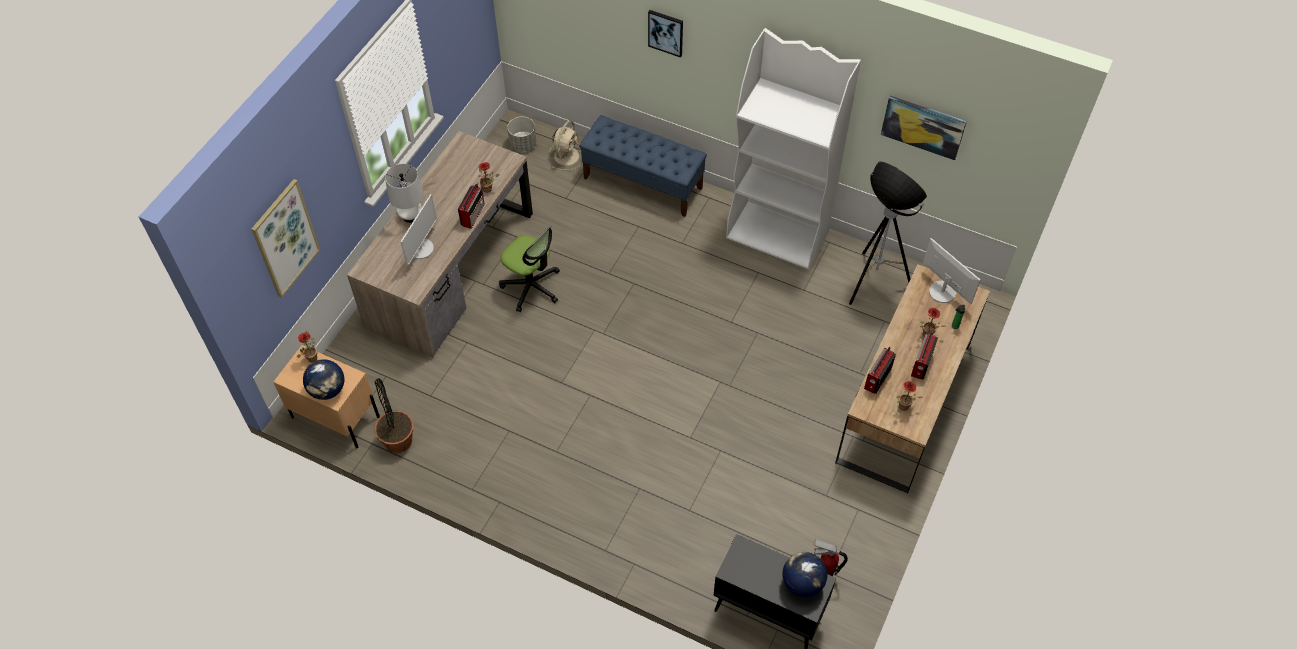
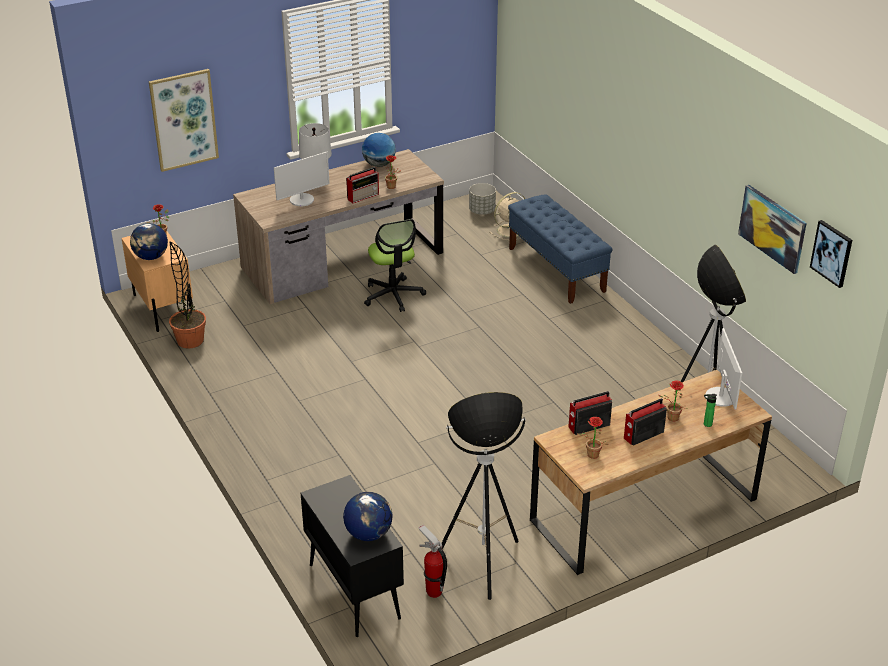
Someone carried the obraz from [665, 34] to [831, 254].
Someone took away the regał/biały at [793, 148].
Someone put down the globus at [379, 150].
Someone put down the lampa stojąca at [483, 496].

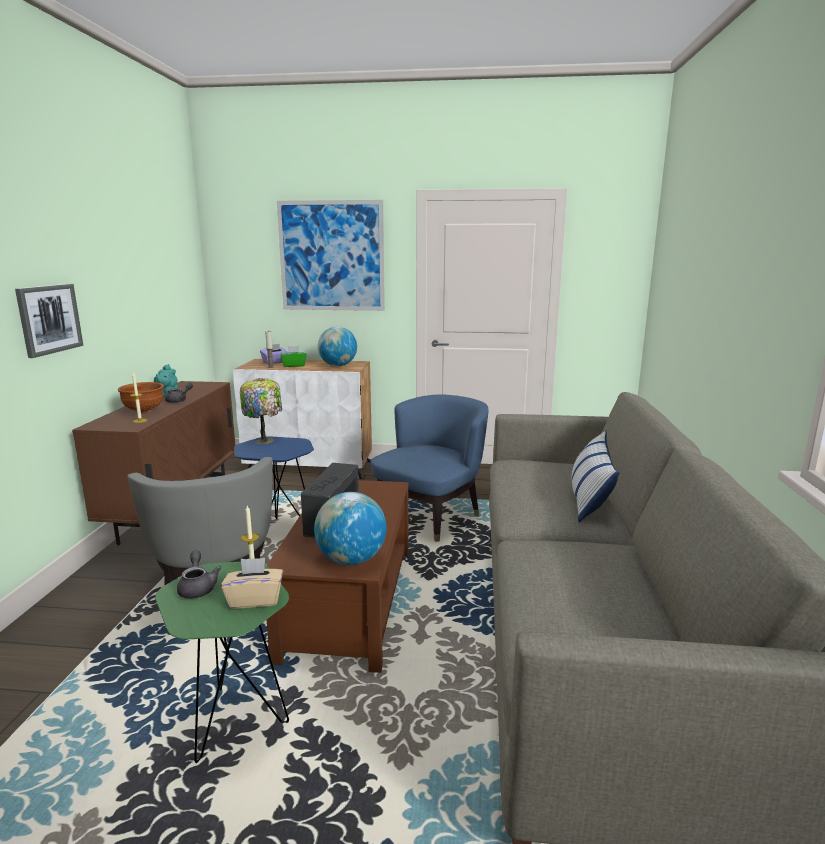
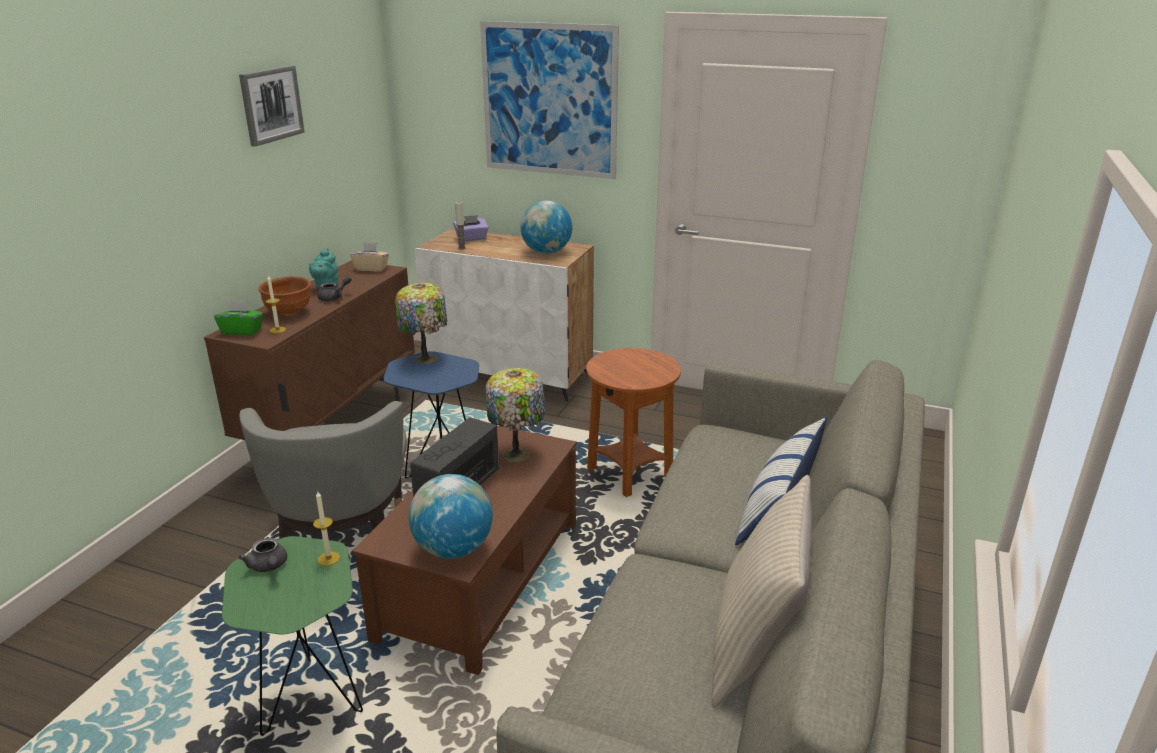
Someone carried the obraz from [49, 321] to [272, 106].
Someone rotated the imbryk/szary at [199, 575] by 150 degrees clockwise.
Someone carried the pudełko chusteczek/beżowy from [252, 583] to [369, 257].
Someone carried the pudełko chusteczek/zielony from [294, 356] to [238, 317].
Someone swapped the fotel/niebieski at [430, 468] for the stolik/brązowy at [633, 422].
Someone put down the lampa stołowa at [515, 415].
Someone put down the poduszka/beżowy at [762, 591].

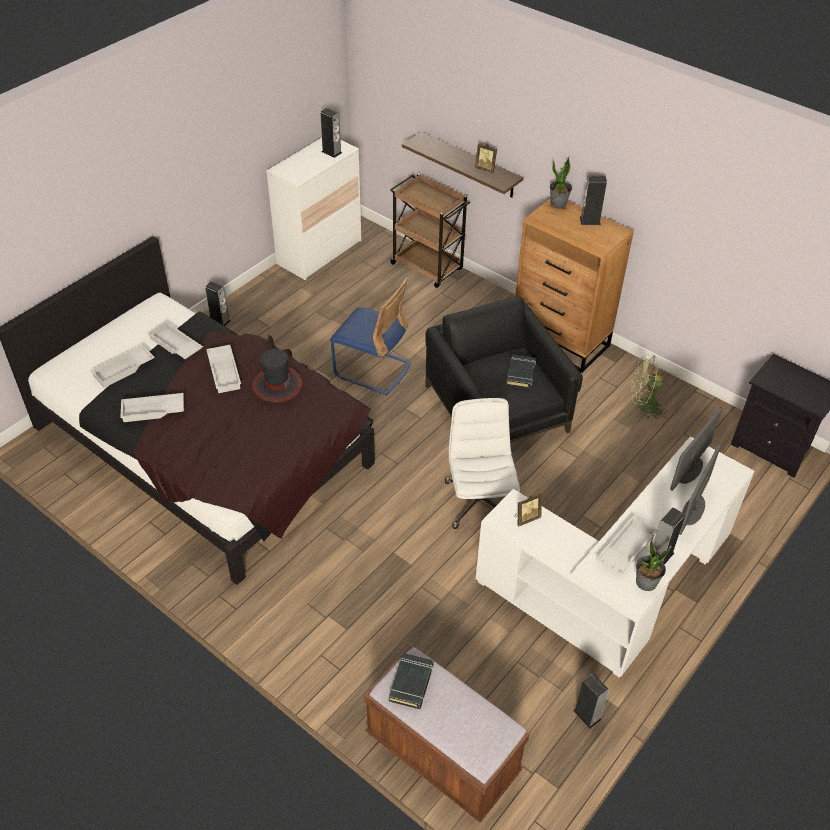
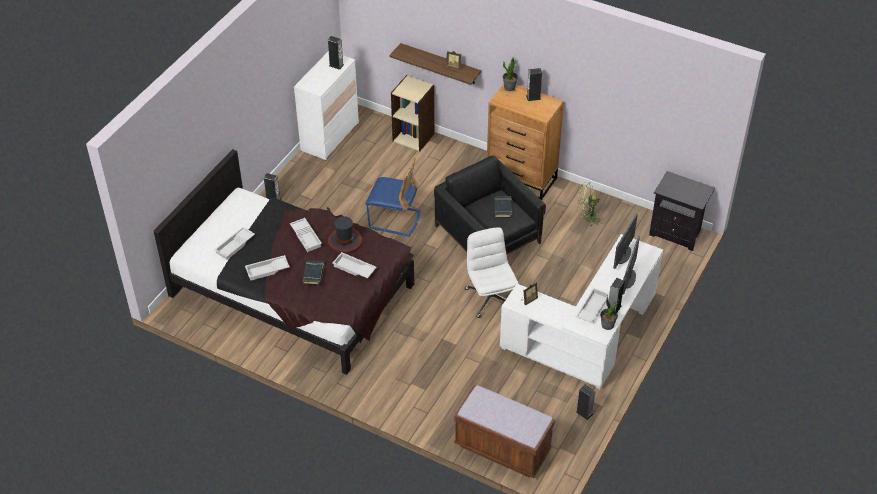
Someone carried the taca/biały from [175, 340] to [355, 265].
Someone swapped the wózek/brązowy at [429, 231] for the regał/beżowy at [413, 113].
Someone carried the książka/czarny from [411, 681] to [313, 272].

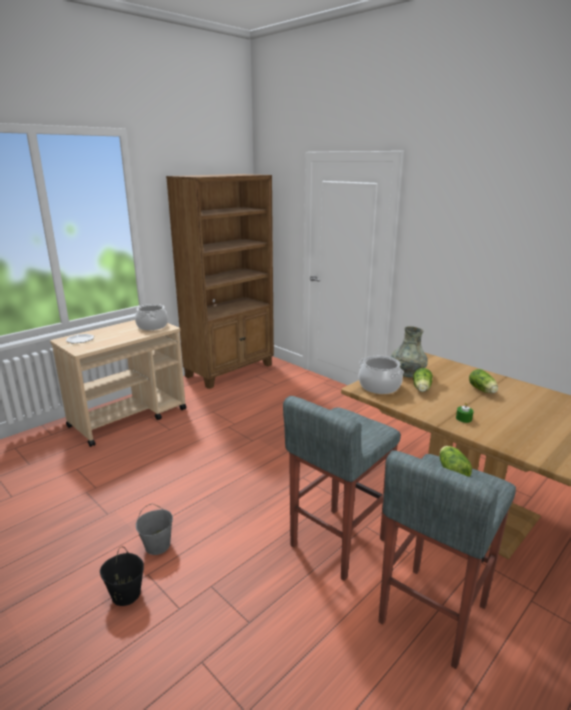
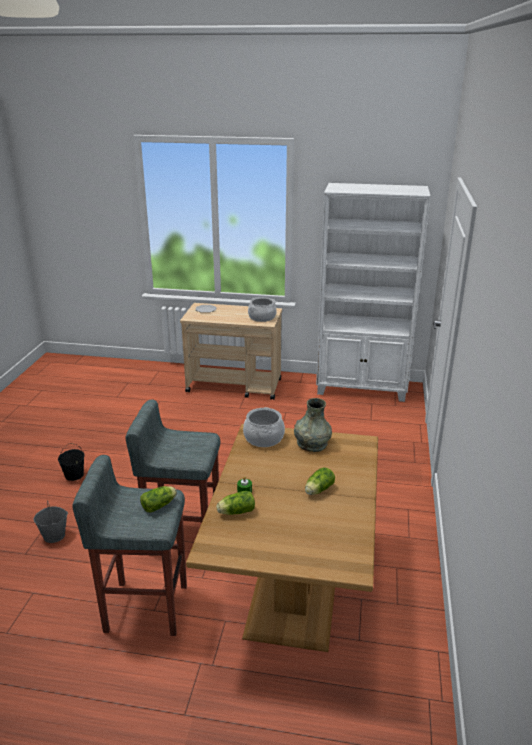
Someone carried the wiadro/szary from [154, 529] to [51, 522].
Someone repainted the regał/brązowy at [220, 281], which became the regał/biały at [373, 292].
Someone carried the sałata from [423, 380] to [235, 503].

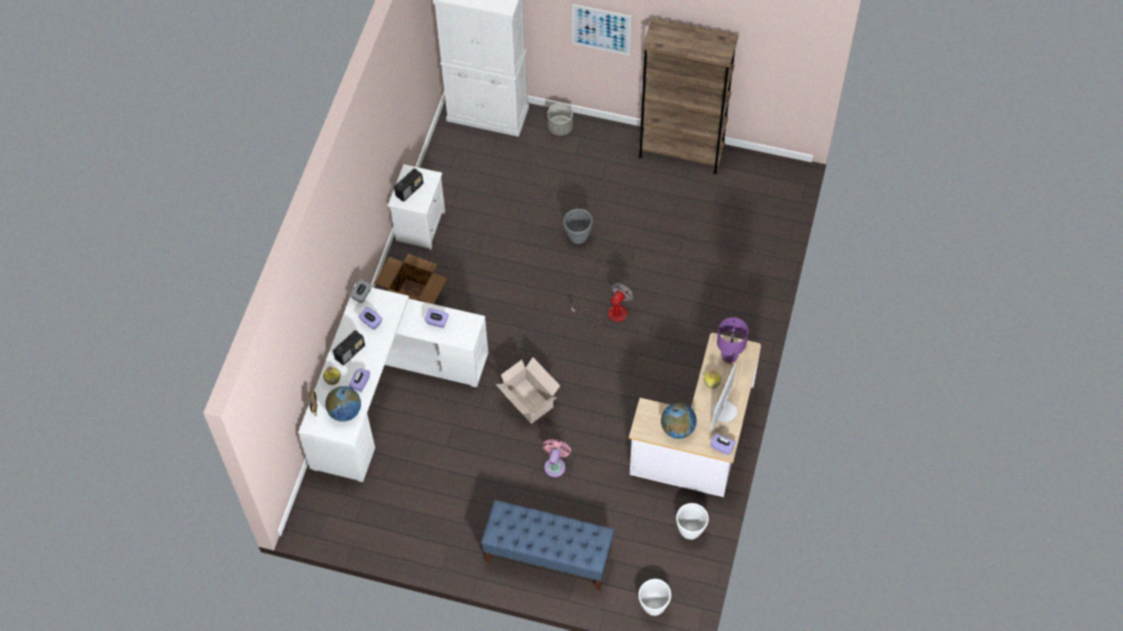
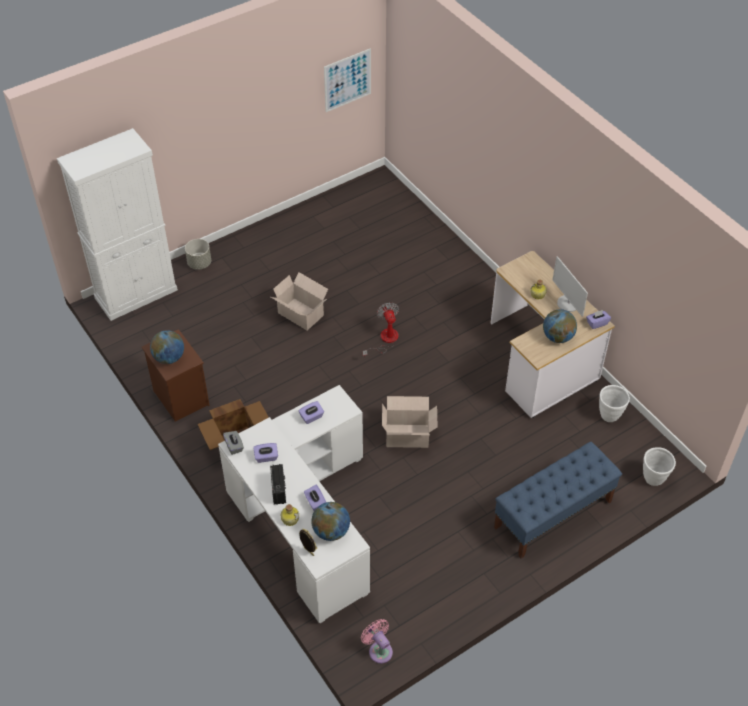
Someone repainted the szafka nocna/biały at [416, 207], which became the szafka nocna/brązowy at [175, 375].
Someone swapped the radio at [408, 185] for the globus at [167, 347].
Someone carried the wentylator/różowy from [557, 458] to [377, 641].
Someone swapped the donica/szary at [578, 226] for the karton at [299, 301].
Someone carried the obraz from [602, 30] to [347, 80].
Someone took away the regał/brązowy at [688, 95].
Someone took away the lampa stołowa/fioletowy at [733, 340].

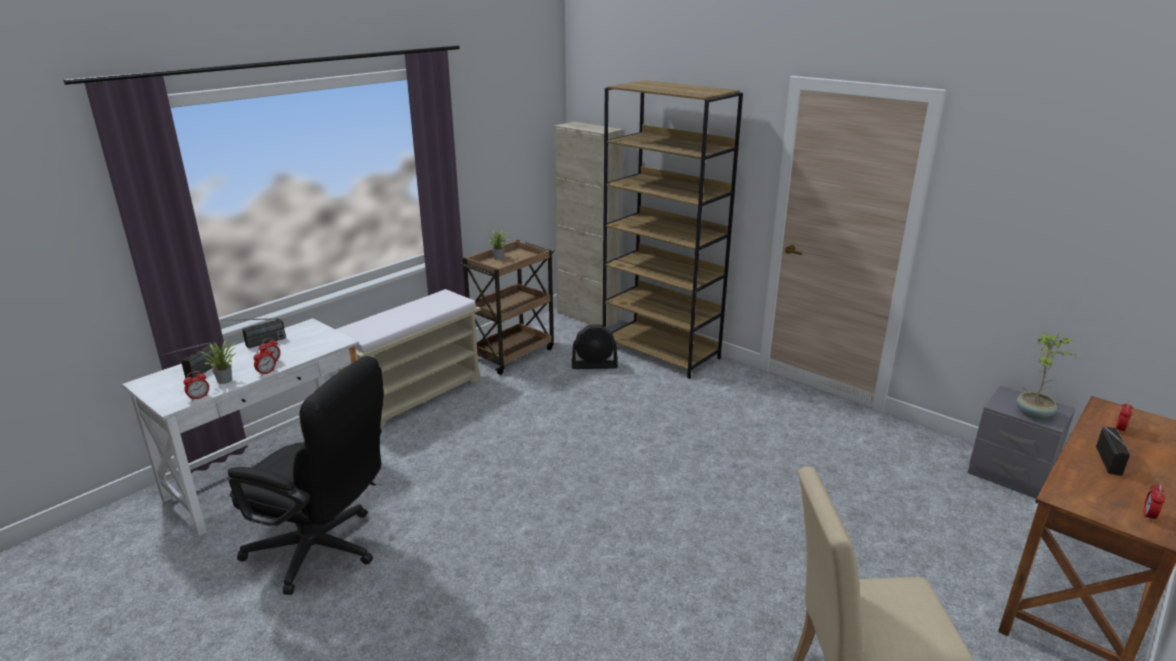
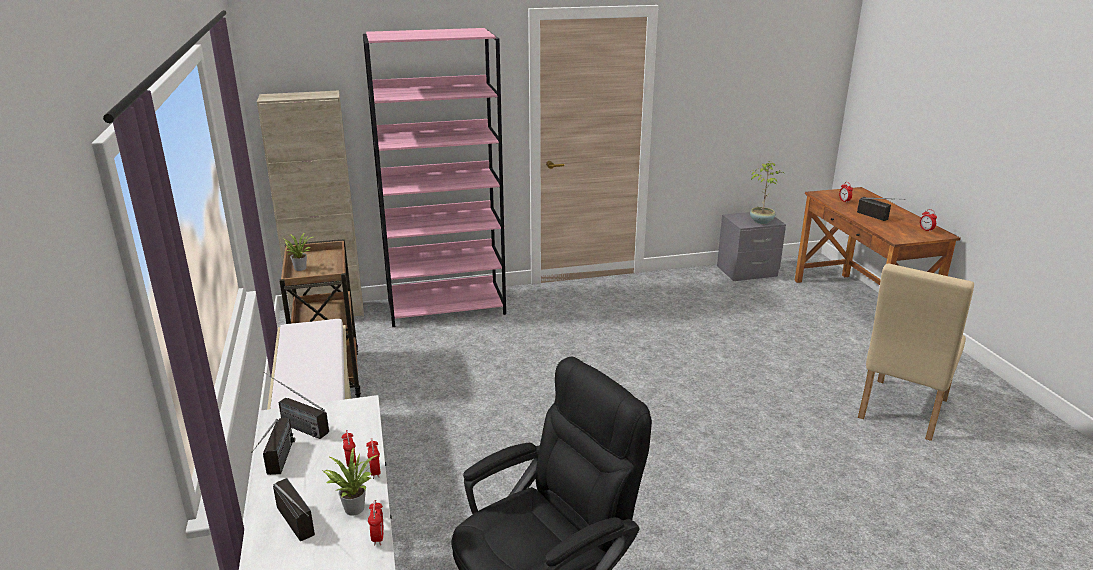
Someone took away the wentylator/czarny at [595, 347].
Someone repainted the regał/brązowy at [673, 229], which became the regał/różowy at [434, 177].
Someone put down the radio at [296, 405].

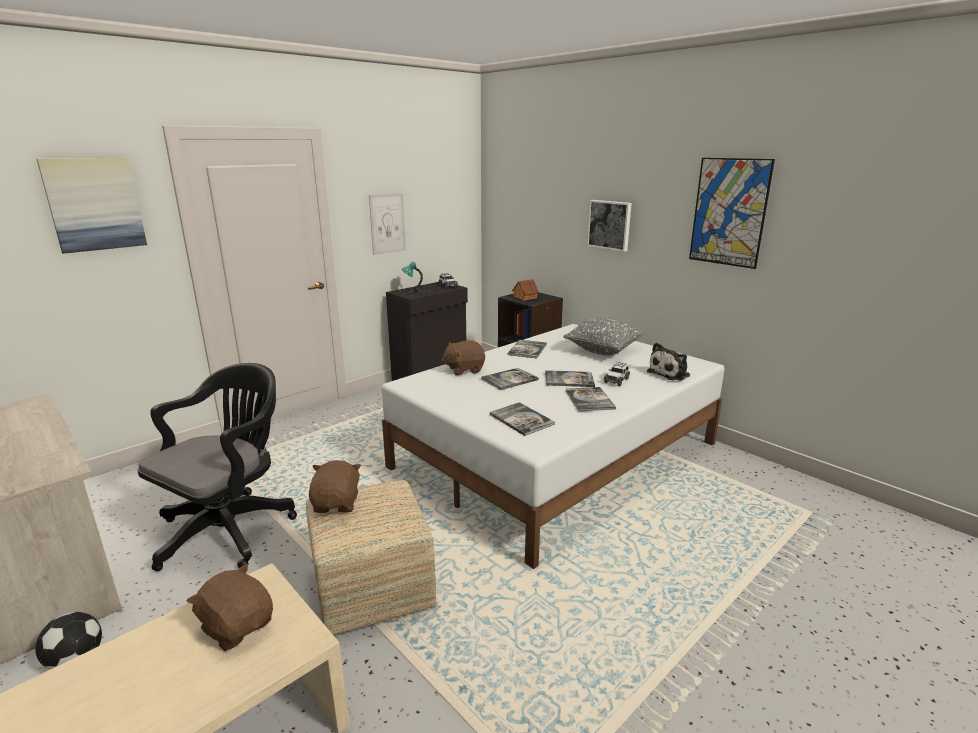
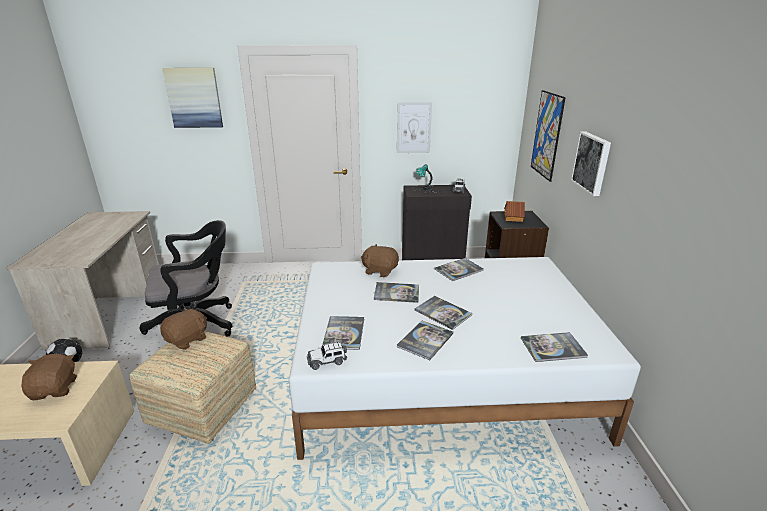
Someone took away the poduszka/szary at [603, 336].
Someone carried the samochodzik from [617, 374] to [327, 355].
Someone swapped the pluszak at [668, 362] for the książka at [554, 347].
Someone carried the obraz from [732, 213] to [548, 136].

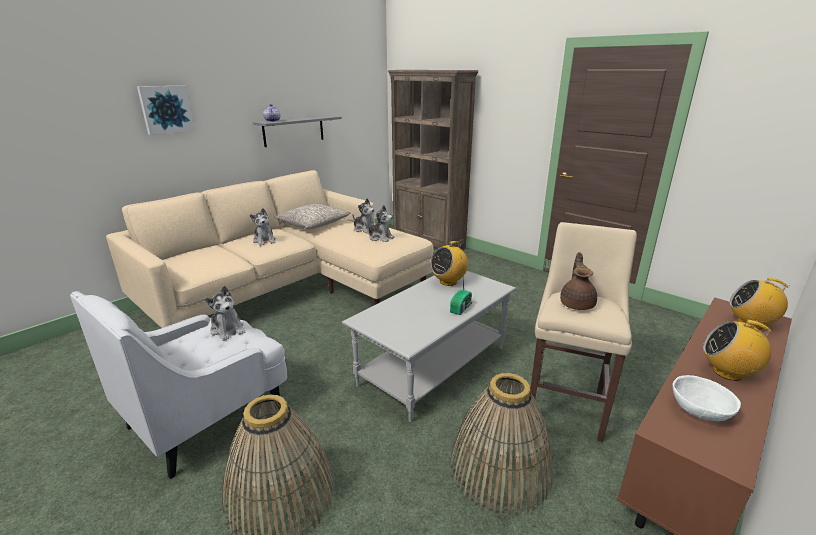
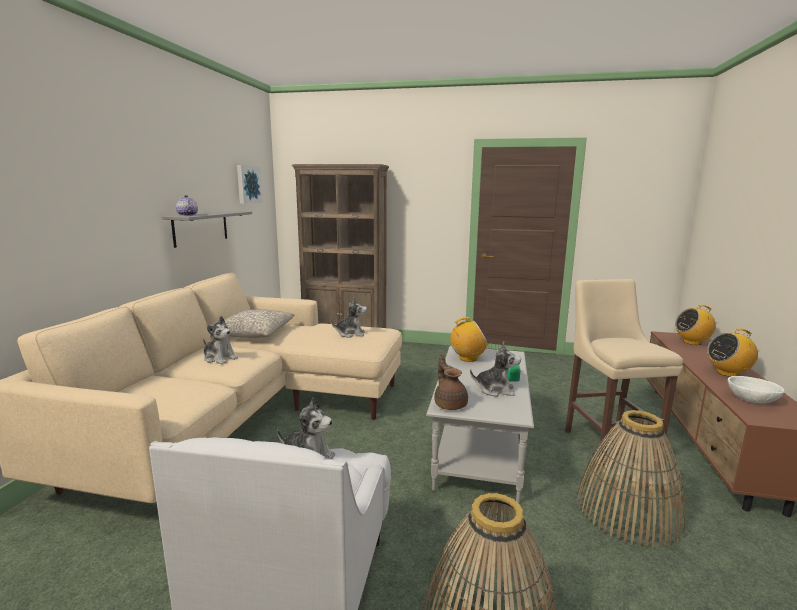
Someone carried the obraz from [166, 110] to [249, 184].
Someone carried the pluszak from [364, 216] to [495, 369].
Someone rotated the radio at [449, 263] by 120 degrees counterclockwise.
Someone carried the imbryk/brązowy from [578, 281] to [451, 382].

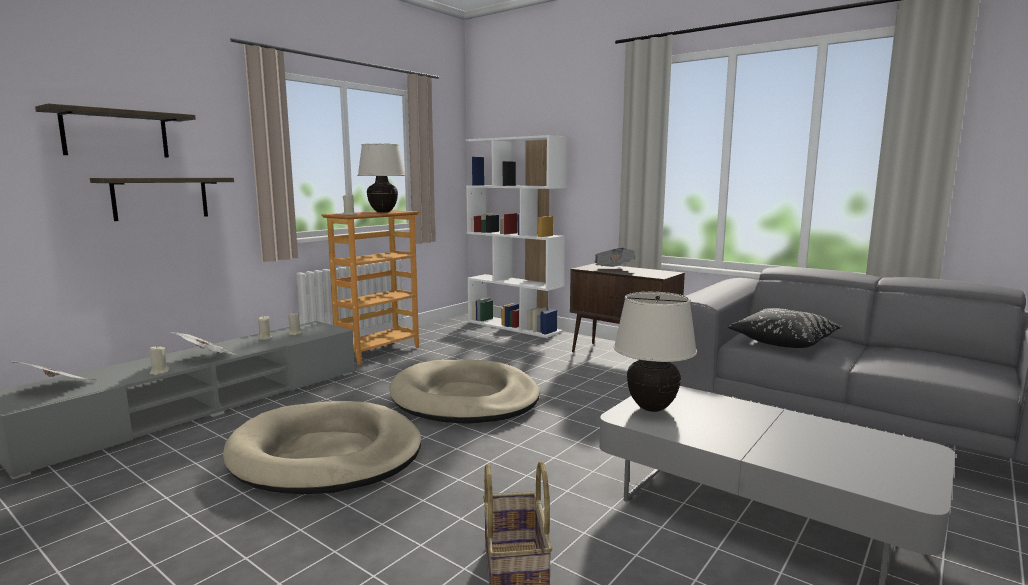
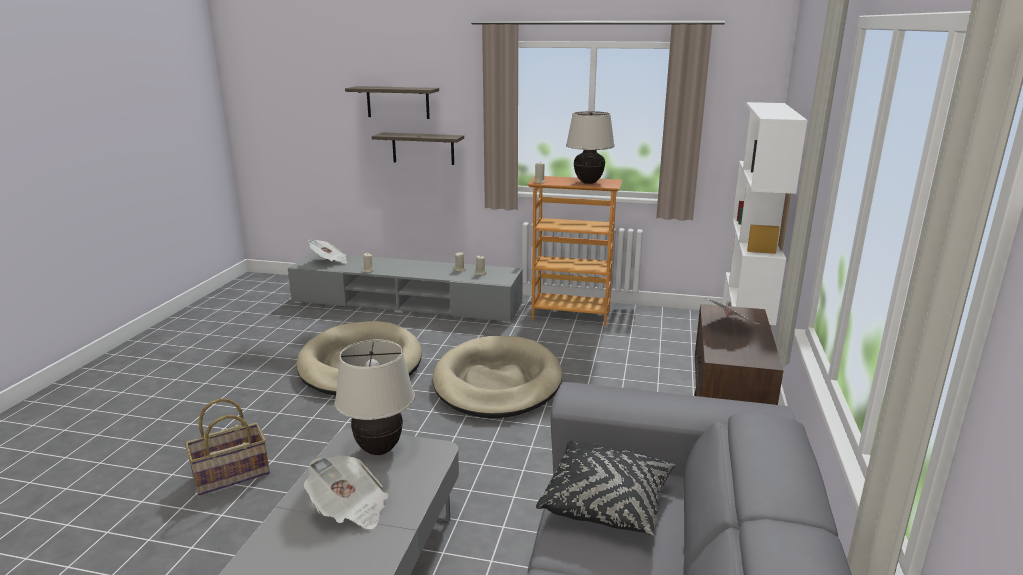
Someone carried the gazeta from [204, 343] to [346, 492].

